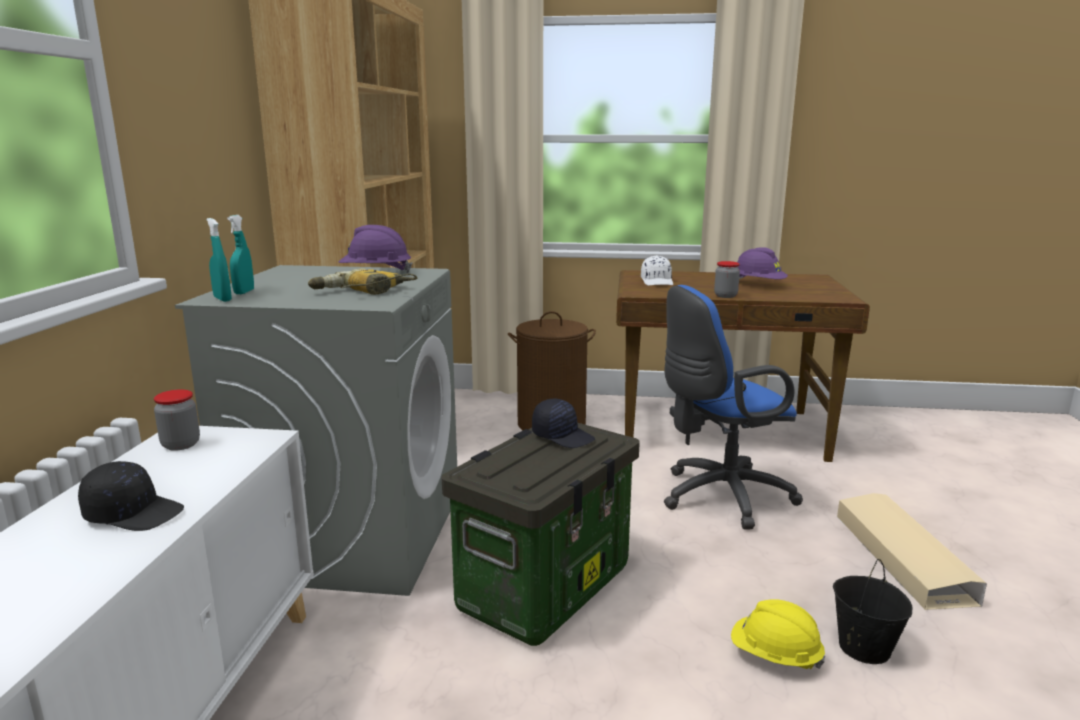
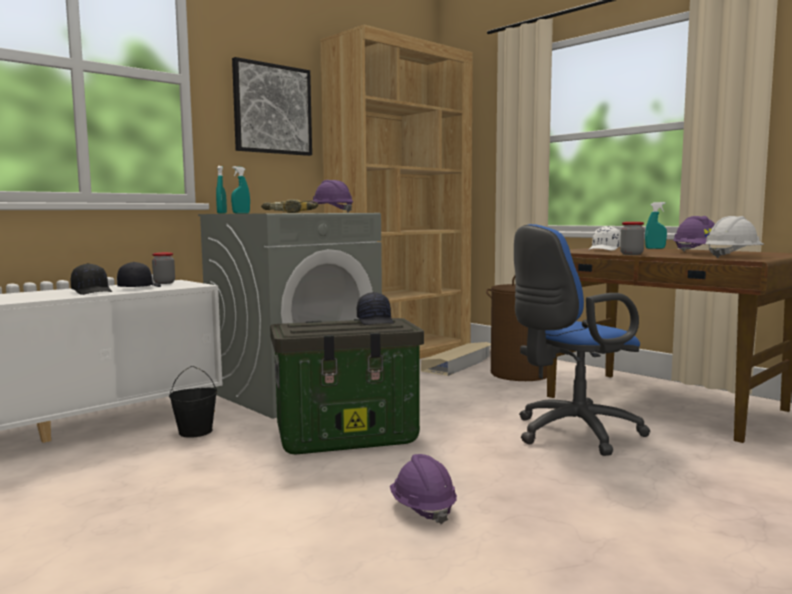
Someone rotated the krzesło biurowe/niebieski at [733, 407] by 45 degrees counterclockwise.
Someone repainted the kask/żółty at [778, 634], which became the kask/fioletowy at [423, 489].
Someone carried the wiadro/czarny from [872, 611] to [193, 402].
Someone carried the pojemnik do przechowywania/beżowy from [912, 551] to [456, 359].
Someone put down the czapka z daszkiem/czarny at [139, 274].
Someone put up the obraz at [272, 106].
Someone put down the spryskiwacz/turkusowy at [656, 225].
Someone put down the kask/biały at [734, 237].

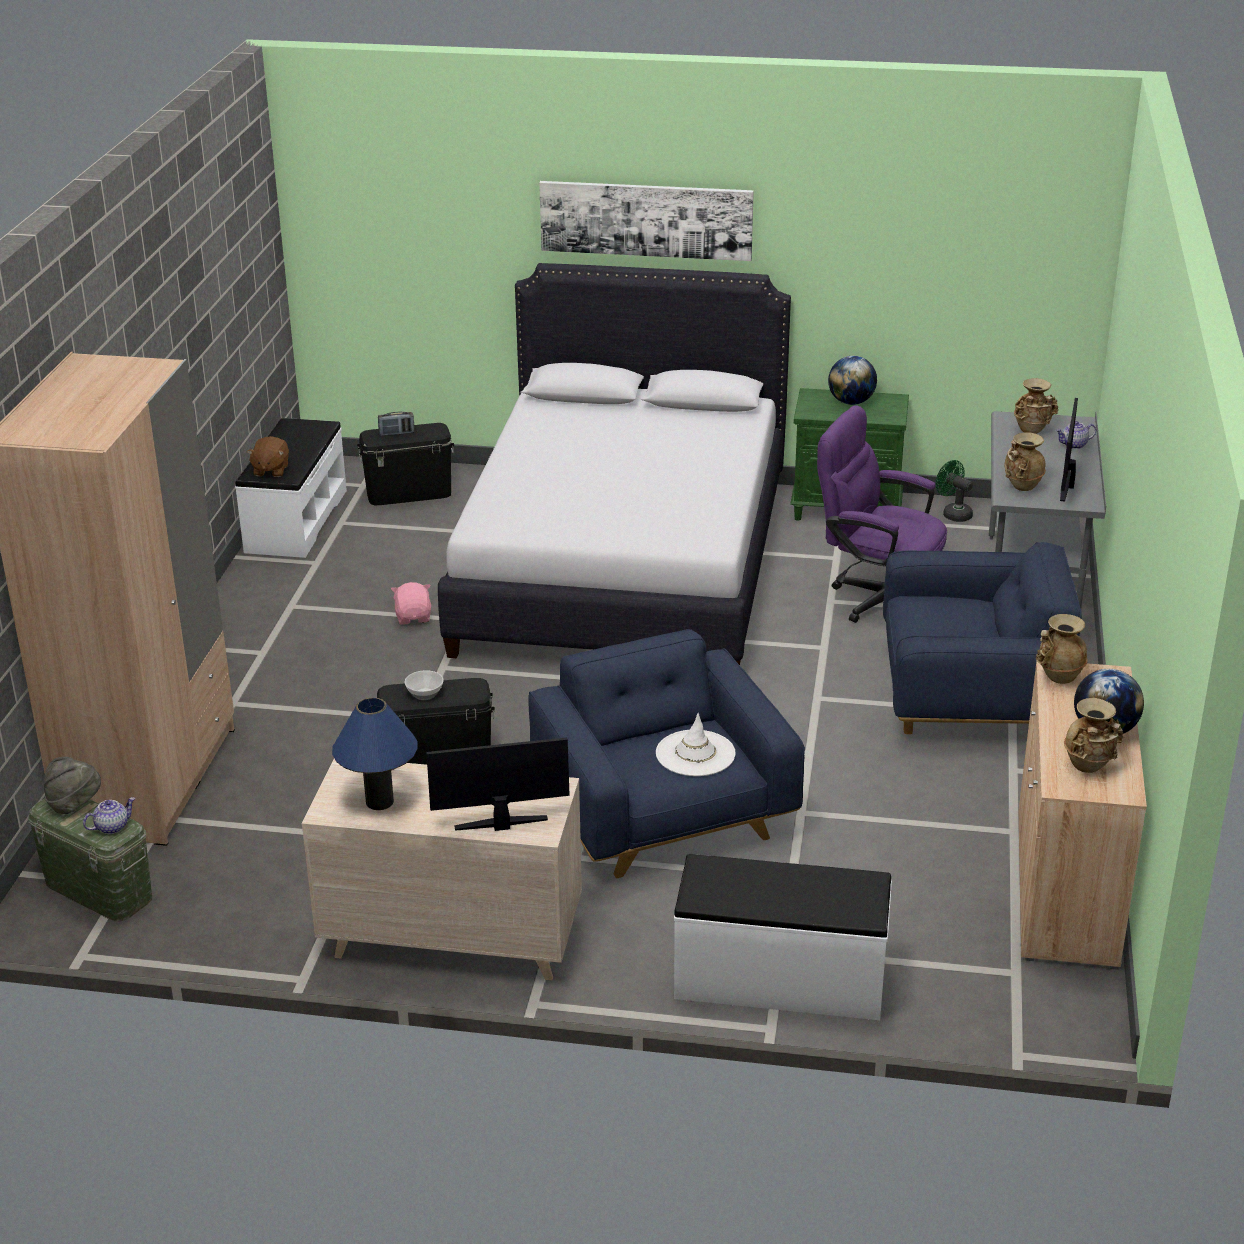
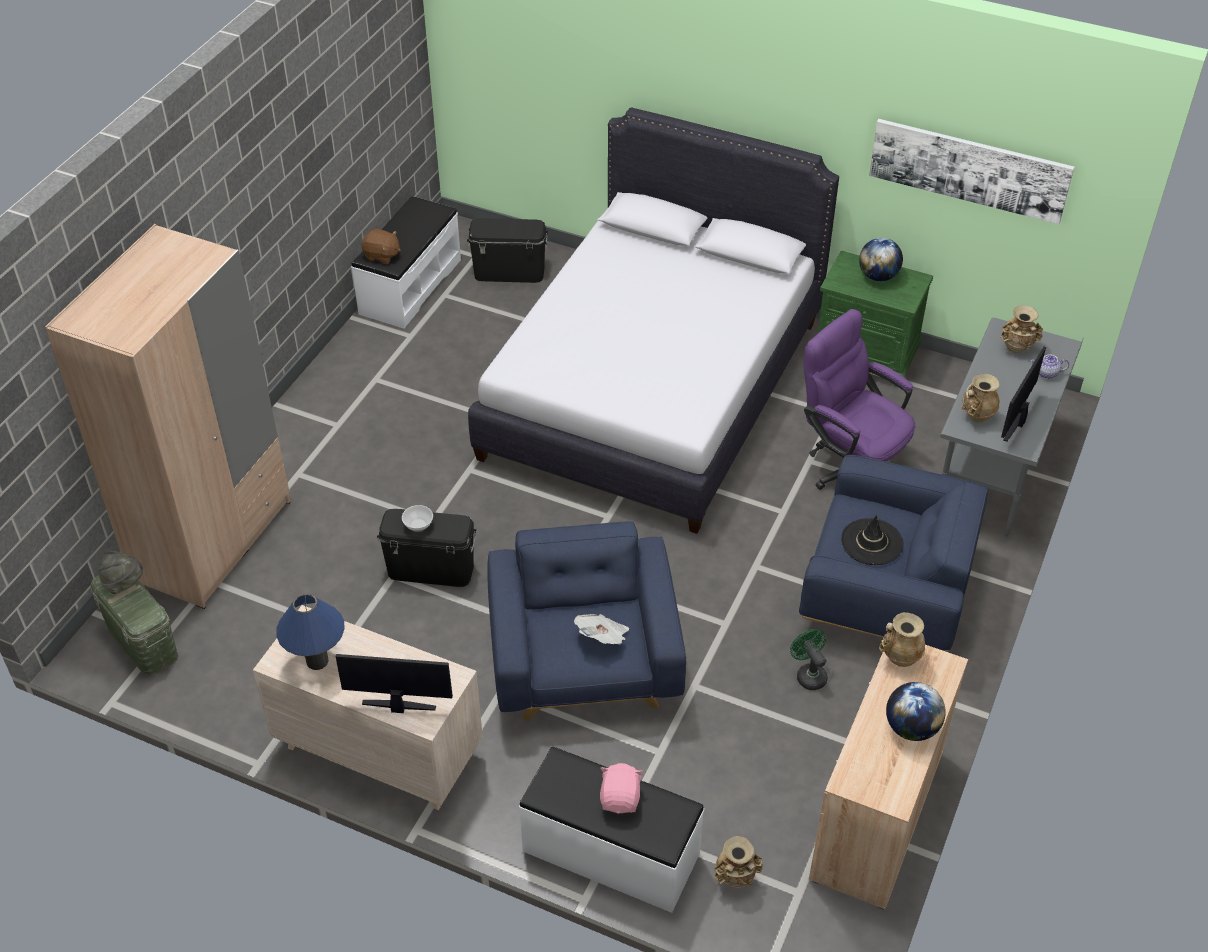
Someone took away the imbryk at [109, 815].
Someone rotated the pluszak/brązowy at [268, 456] by 90 degrees counterclockwise.
Someone took away the radio at [396, 424].
Someone carried the pluszak/różowy from [411, 603] to [622, 788].
Someone carried the obraz from [646, 221] to [971, 171].
Someone swapped the kapelusz/biały at [695, 744] for the gazeta at [601, 629].
Someone carried the wentylator/zielony from [954, 491] to [809, 659].
Someone carried the wazon/beżowy from [1093, 735] to [738, 862].
Someone put down the kapelusz/czarny at [872, 540].

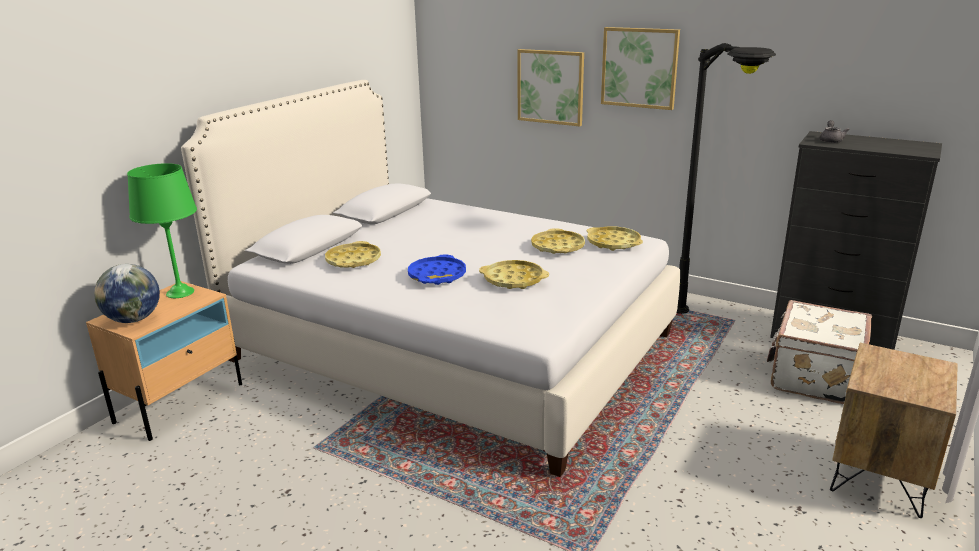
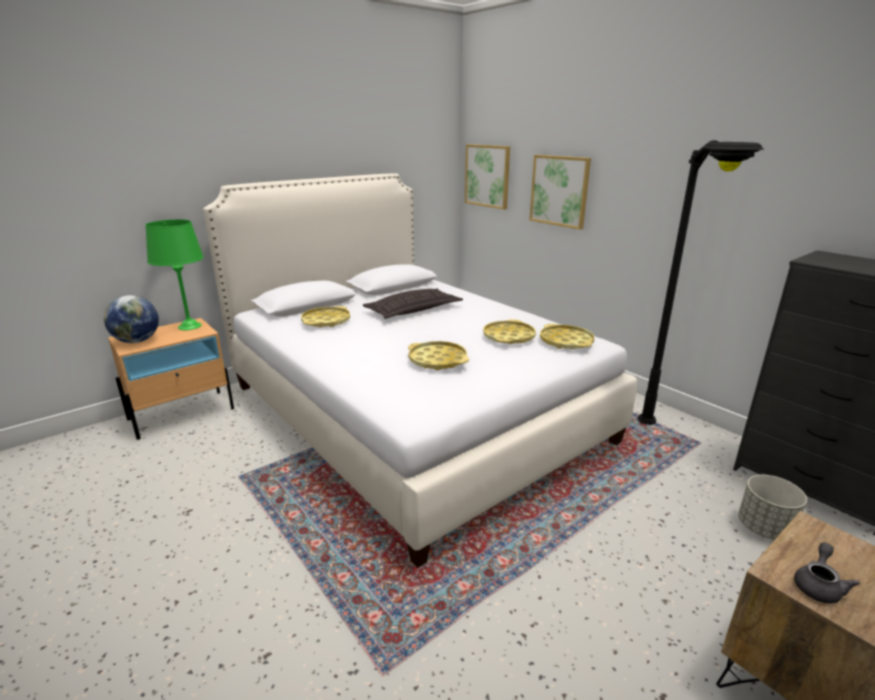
Someone took away the taca/niebieski at [437, 270].
Someone carried the obraz from [640, 68] to [487, 177].
Someone swapped the walizka/biały at [819, 352] for the donica/szary at [772, 507].
Someone carried the imbryk/szary from [834, 131] to [827, 573].
Someone put down the poduszka at [413, 303].

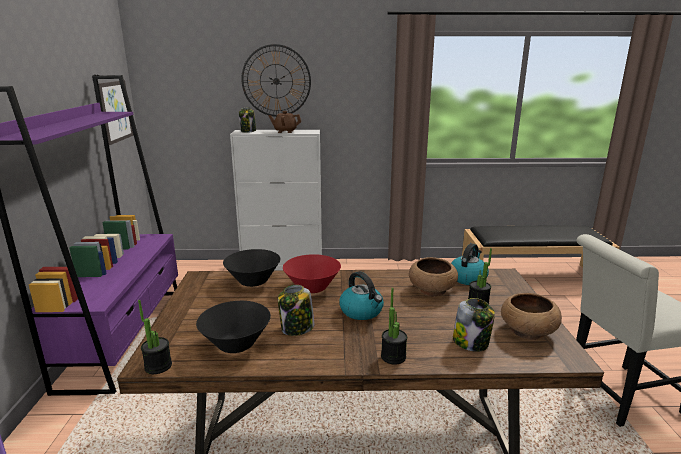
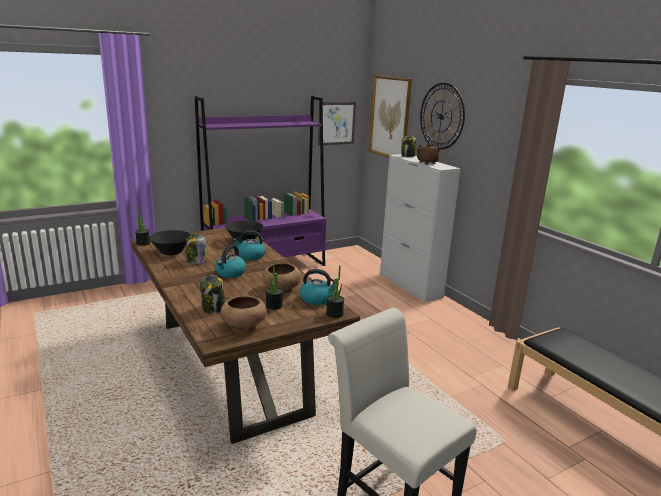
Someone swapped the miska/czerwony at [312, 273] for the czajnik at [249, 245].
Someone carried the roślina doniczkowa from [394, 326] to [335, 291].
Someone put up the obraz at [390, 116].

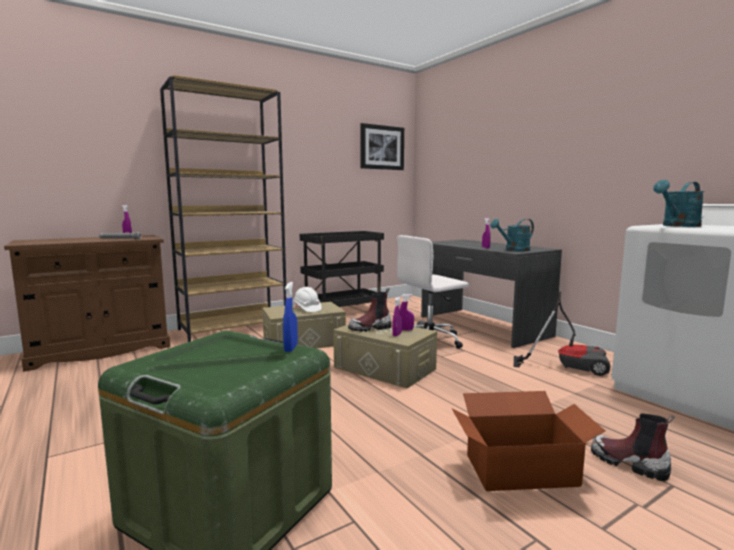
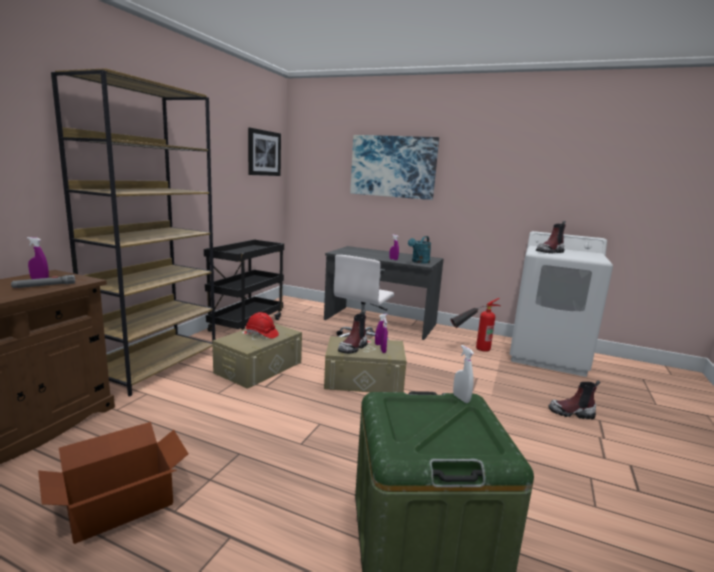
Someone repainted the spryskiwacz/niebieski at [290, 317], which became the spryskiwacz/biały at [463, 374].
Someone repainted the kask/biały at [307, 299], which became the kask/czerwony at [262, 325].
Someone carried the karton from [529, 441] to [113, 483].
Someone swapped the odkurzacz at [561, 334] for the gaśnica at [475, 325].
Someone swapped the konewka/turkusowy at [678, 203] for the but z cholewką at [551, 237].
Someone put up the obraz at [394, 167].

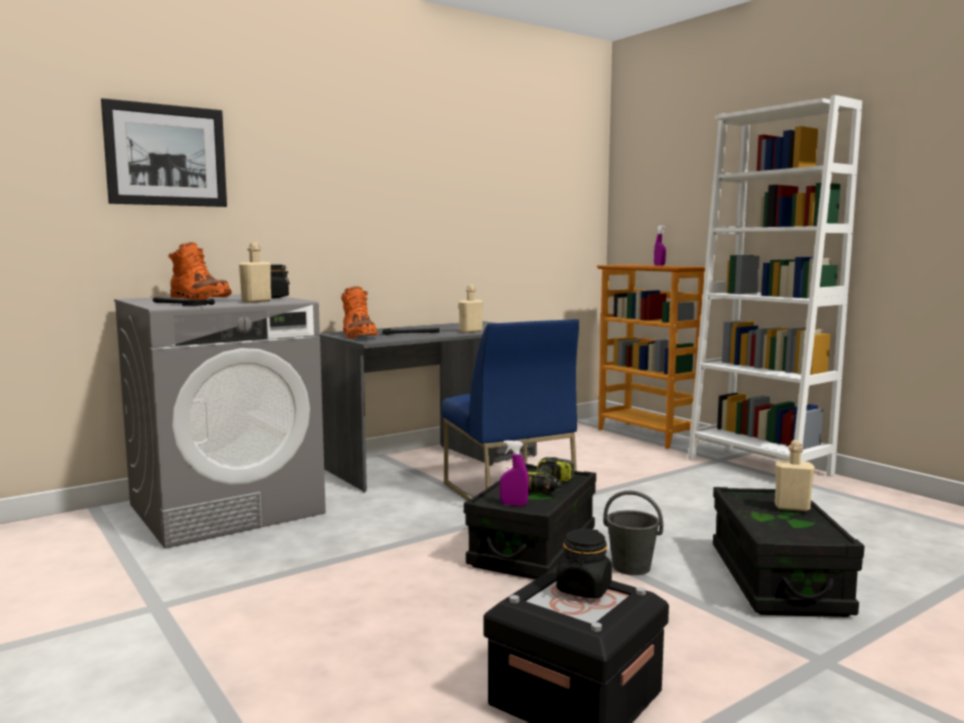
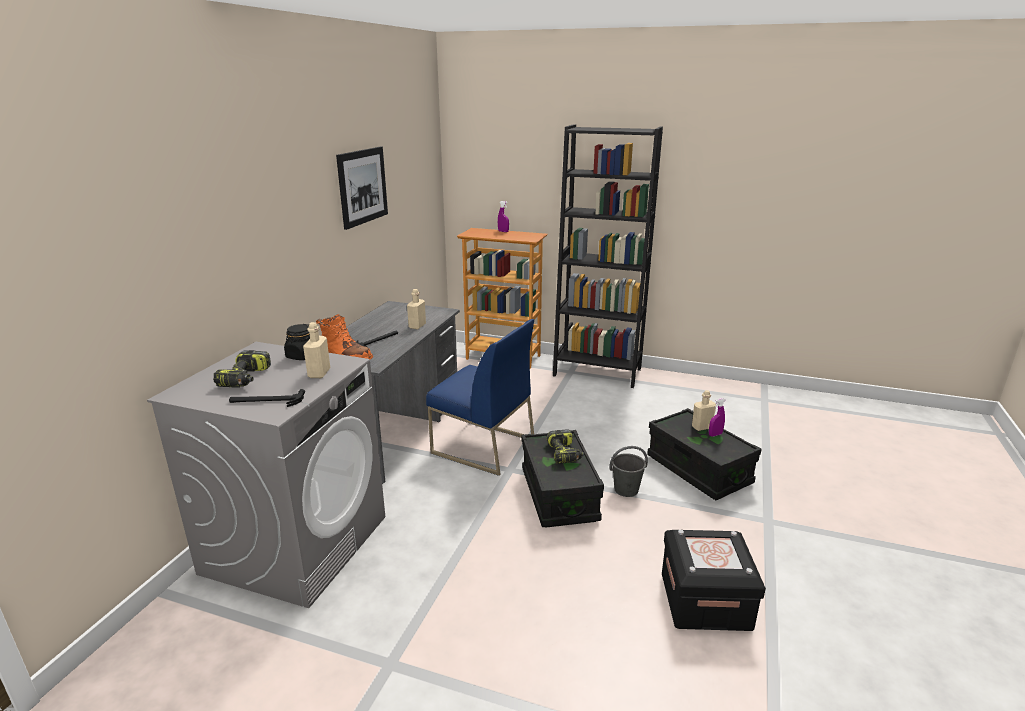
Someone carried the obraz from [164, 152] to [362, 188].
Someone swapped the but z cholewką/pomarańczowy at [200, 271] for the wiertarka at [242, 369].
Someone carried the spryskiwacz/fioletowy from [514, 473] to [717, 417].
Someone took away the słoik/czarny at [584, 563].
Someone repainted the regał/biały at [775, 286], which became the regał/czarny at [608, 256].

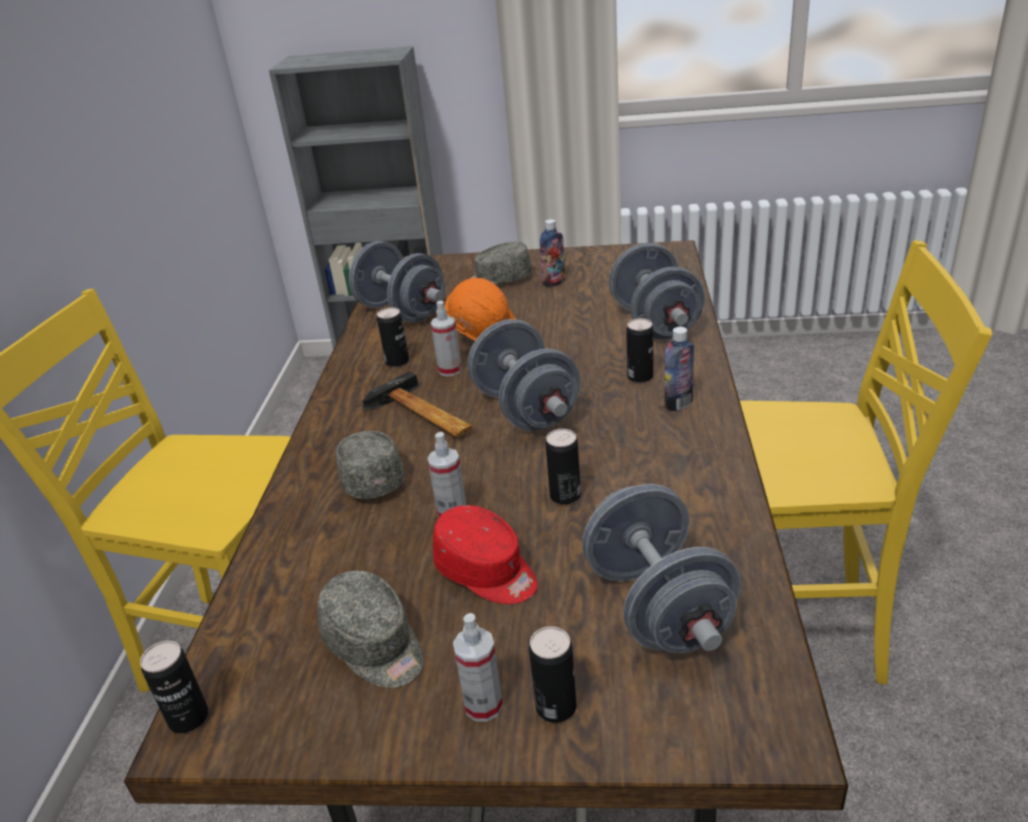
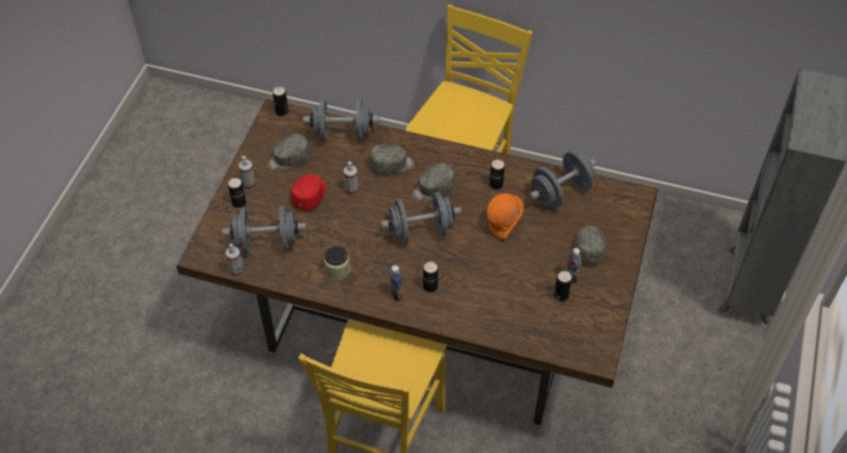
Someone swapped the młotek at [417, 404] for the czapka z daszkiem/szary at [434, 182].
Someone carried the spryskiwacz from [446, 339] to [234, 260].
Someone rotated the czapka z daszkiem/czerwony at [485, 554] by 150 degrees clockwise.
Someone carried the puszka from [563, 466] to [563, 286].
Someone carried the hantel/szary from [657, 291] to [341, 120].
Someone put down the słoik at [337, 263].

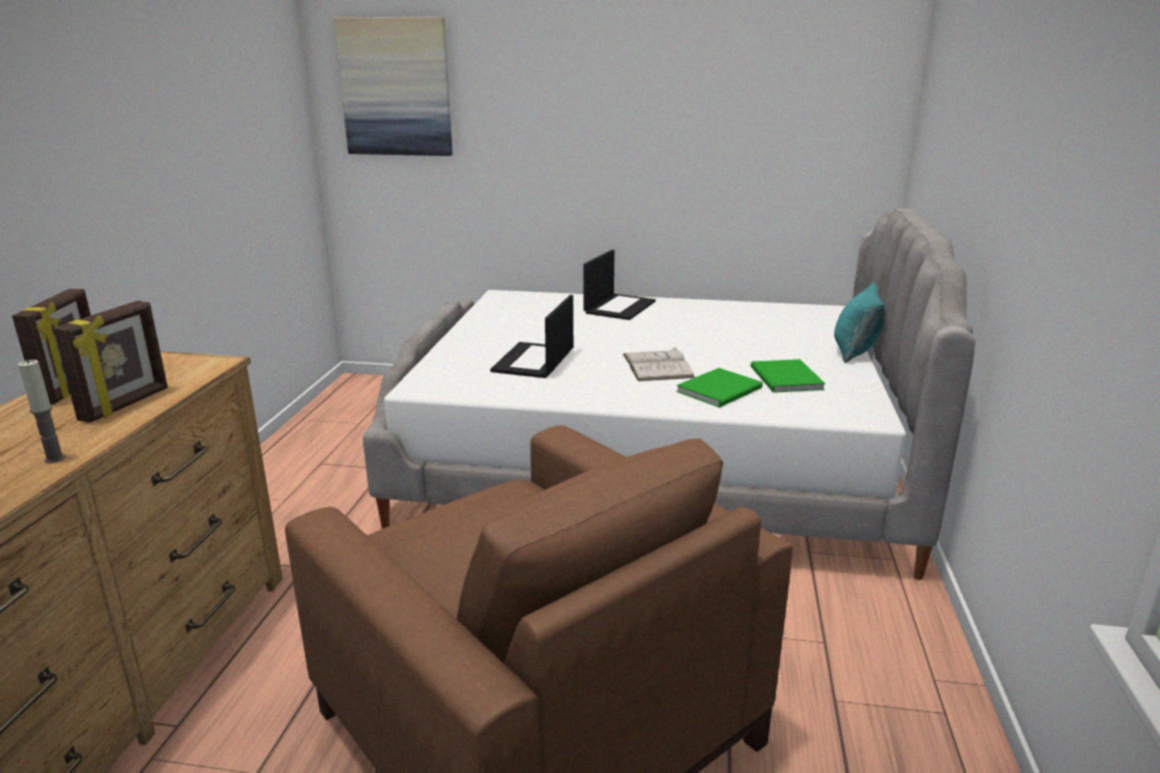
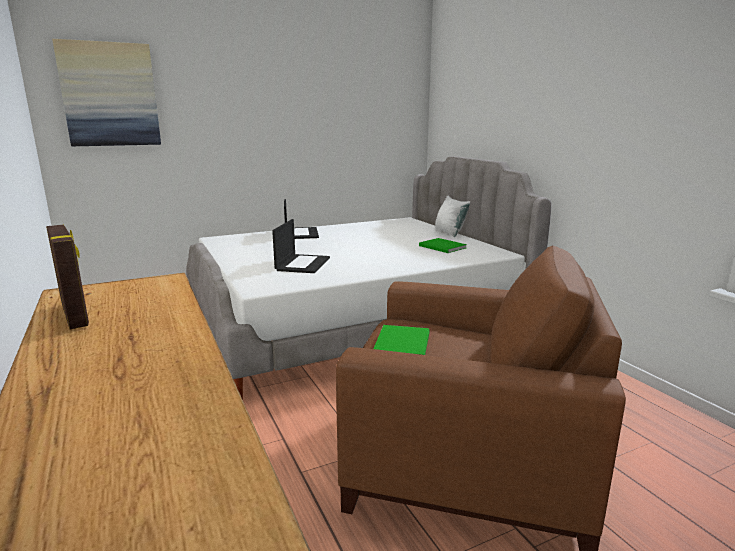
Someone took away the świeca at [41, 411].
Someone took away the ramka na zdjęcie at [110, 362].
Someone rotated the laptop at [531, 336] by 150 degrees counterclockwise.
Someone took away the książka/biały at [659, 364].
Someone carried the książka/zielony from [719, 388] to [402, 340].
Someone repainted the poduszka/turkusowy at [859, 322], which became the poduszka/biały at [452, 216].

